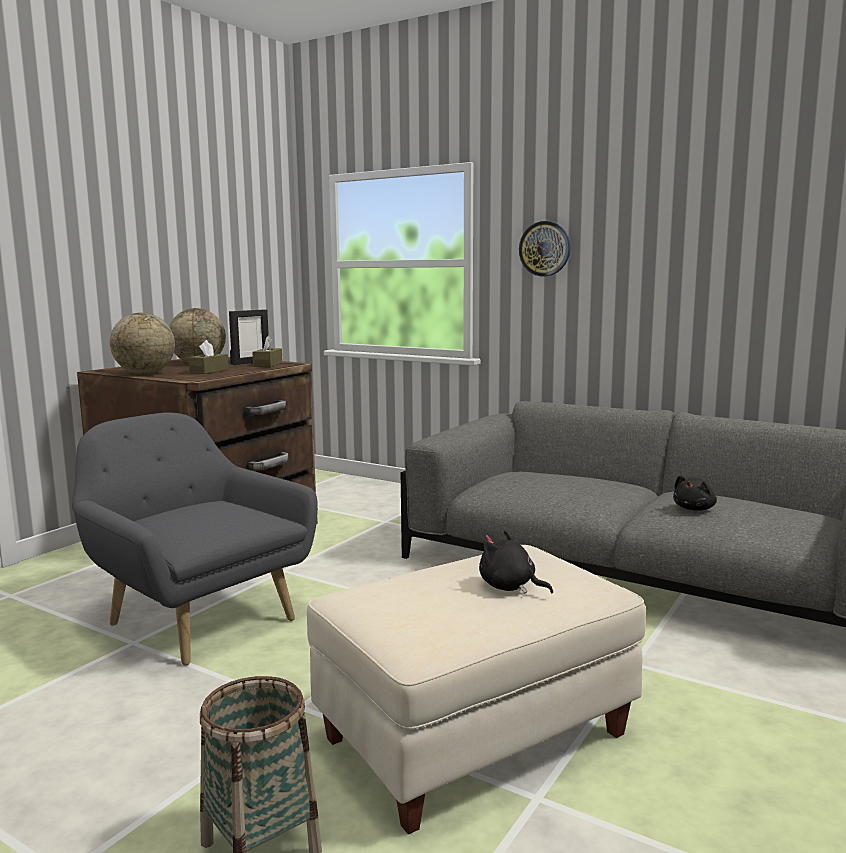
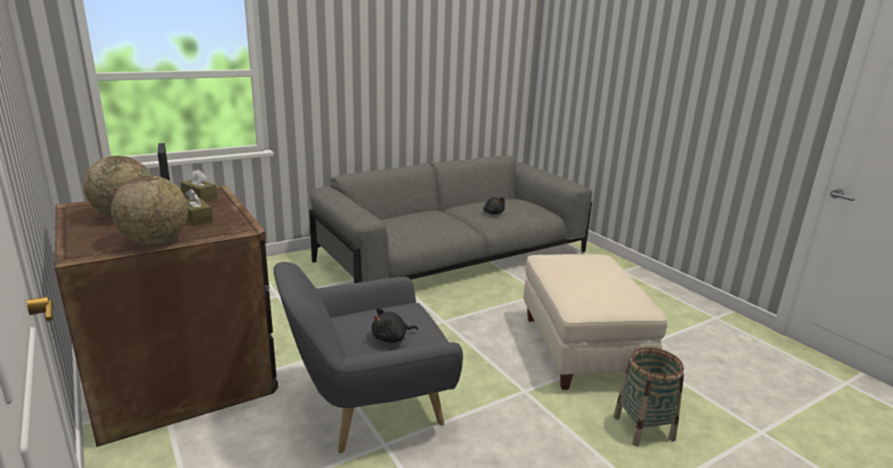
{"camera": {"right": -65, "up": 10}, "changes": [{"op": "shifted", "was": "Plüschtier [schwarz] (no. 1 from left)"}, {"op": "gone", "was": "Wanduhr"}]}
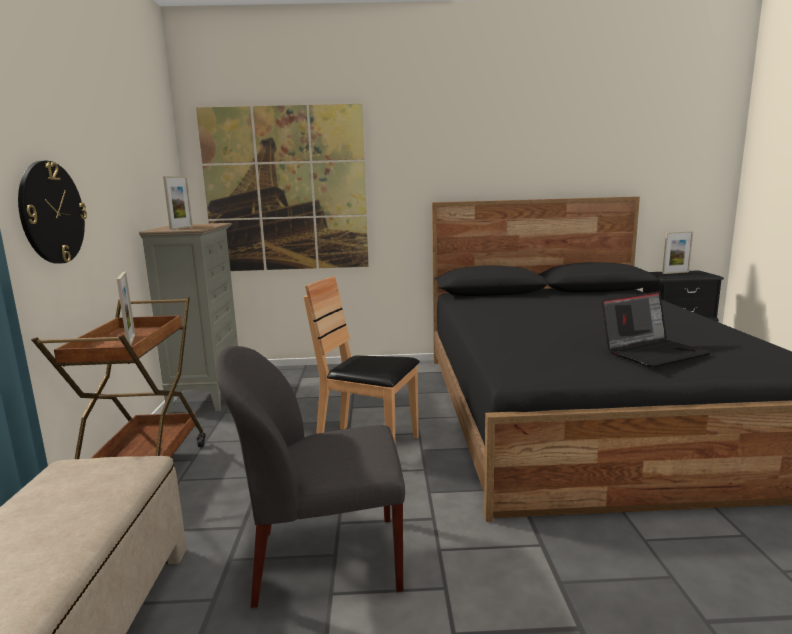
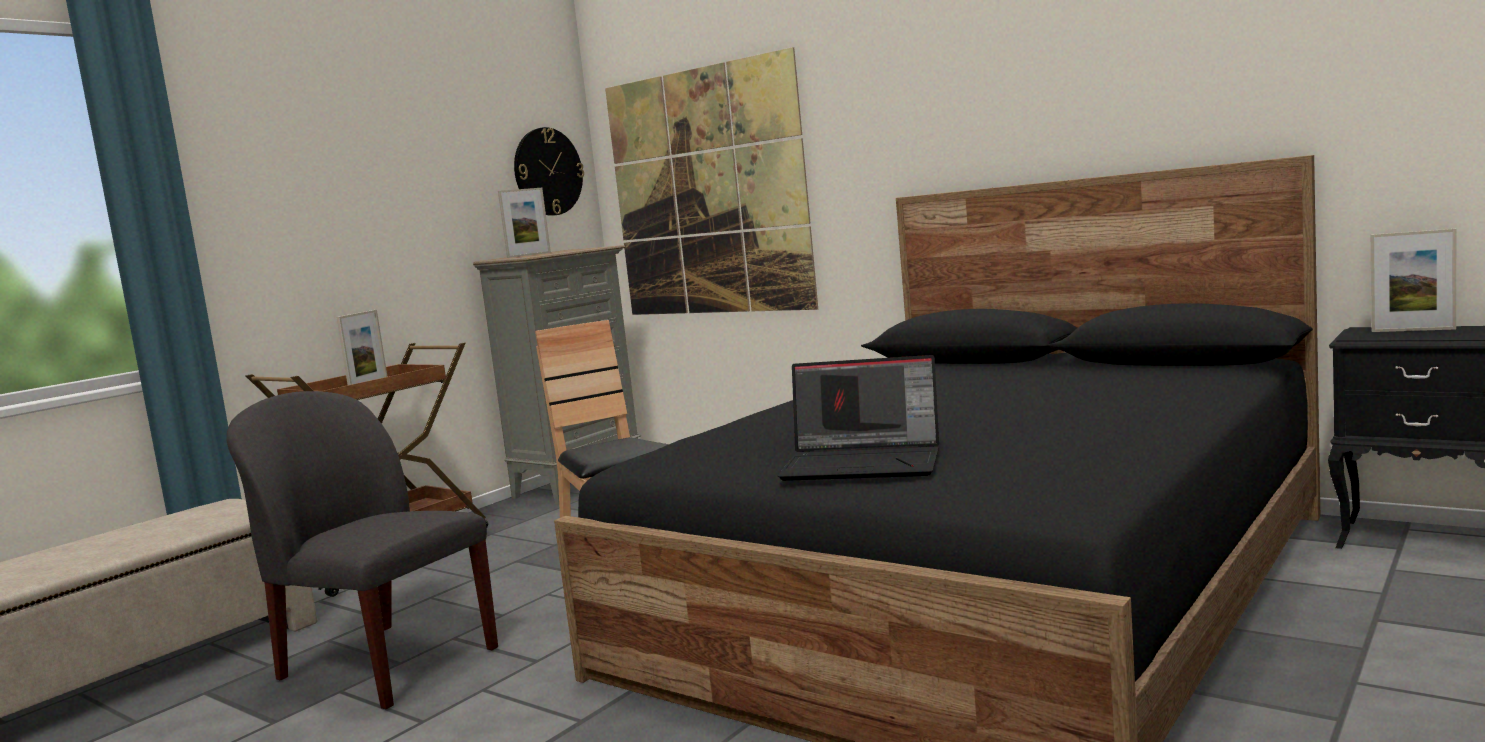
{"camera": {"right": 40, "up": -5}, "changes": [{"op": "shifted", "was": "Wanduhr"}]}
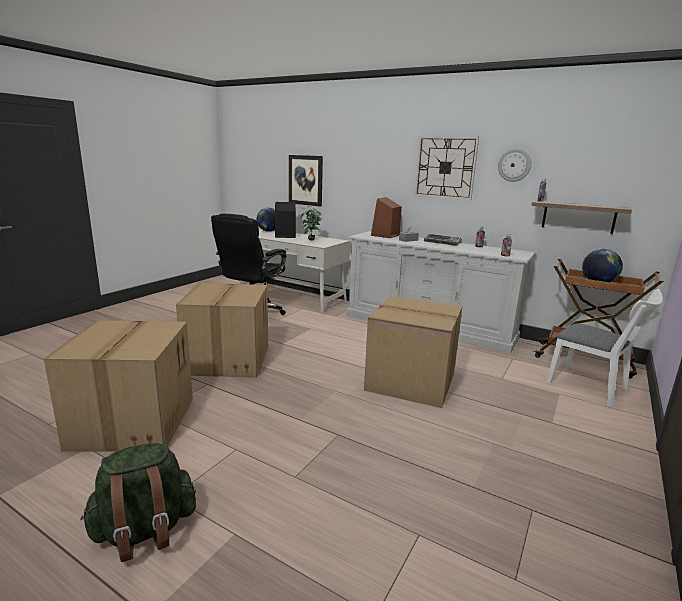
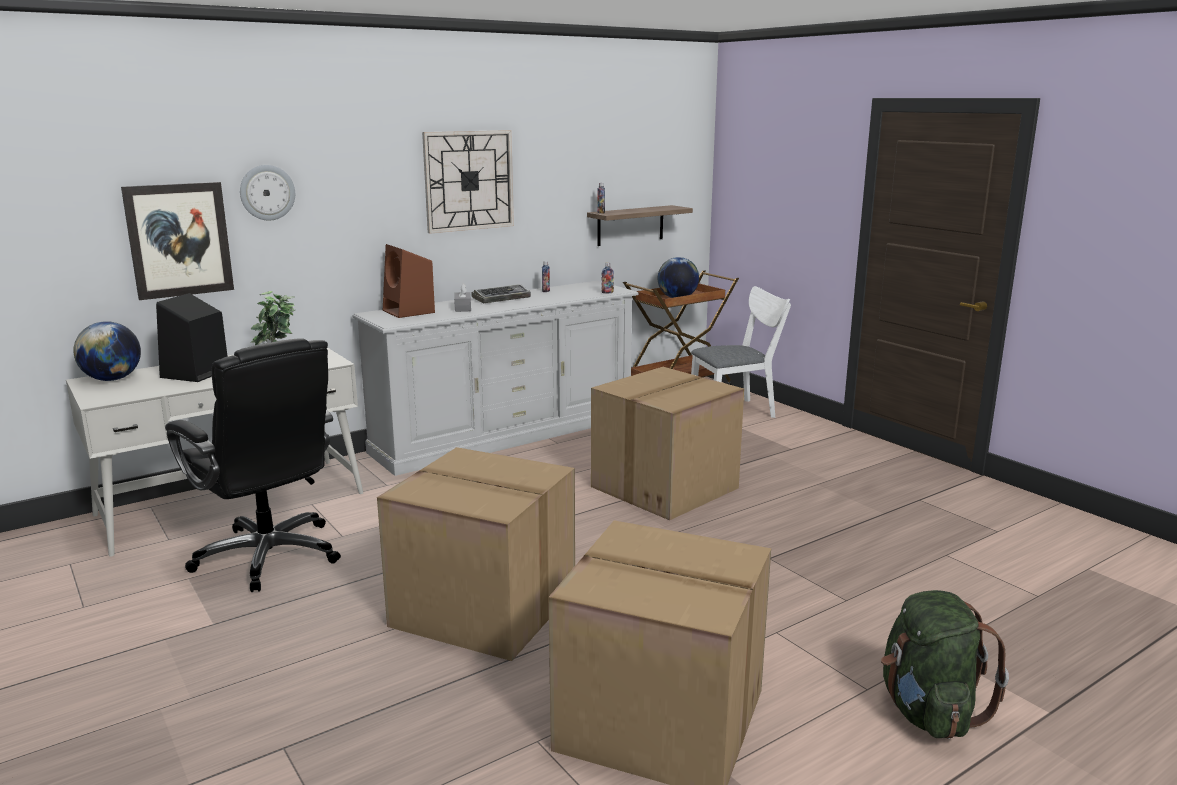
{"camera": {"right": -65, "up": 0}, "changes": [{"op": "shifted", "was": "Wanduhr (no. 2 from left in the first image)", "now": "Wanduhr (no. 1 from left)"}]}
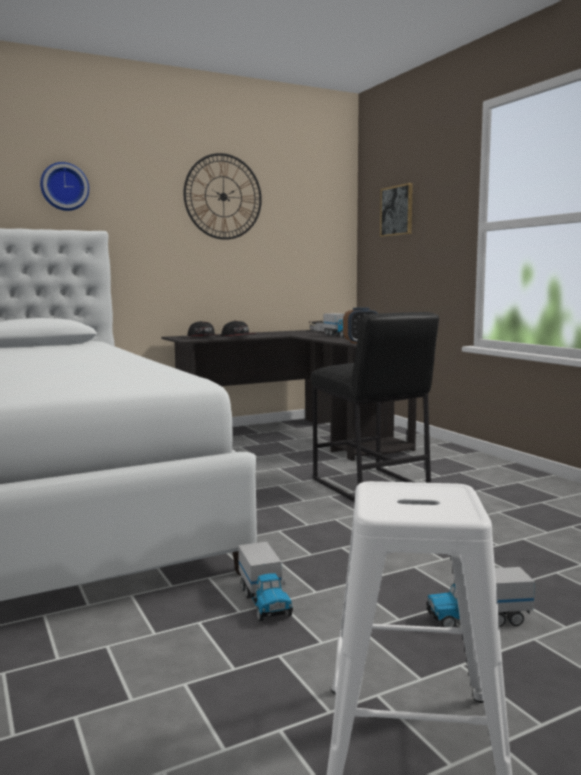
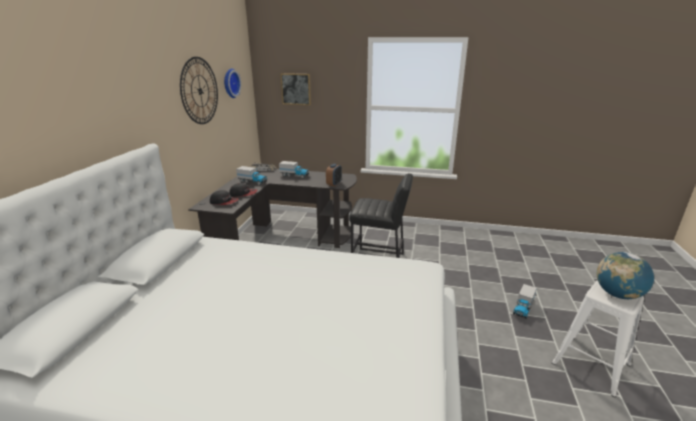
{"camera": {"right": -50, "up": 15}, "changes": [{"op": "shifted", "was": "Wanduhr (no. 1 from left in the first image)", "now": "Wanduhr (no. 2 from left)"}, {"op": "shifted", "was": "Spielzeuglaster (no. 1 from left)"}, {"op": "new", "now": "Globus"}]}
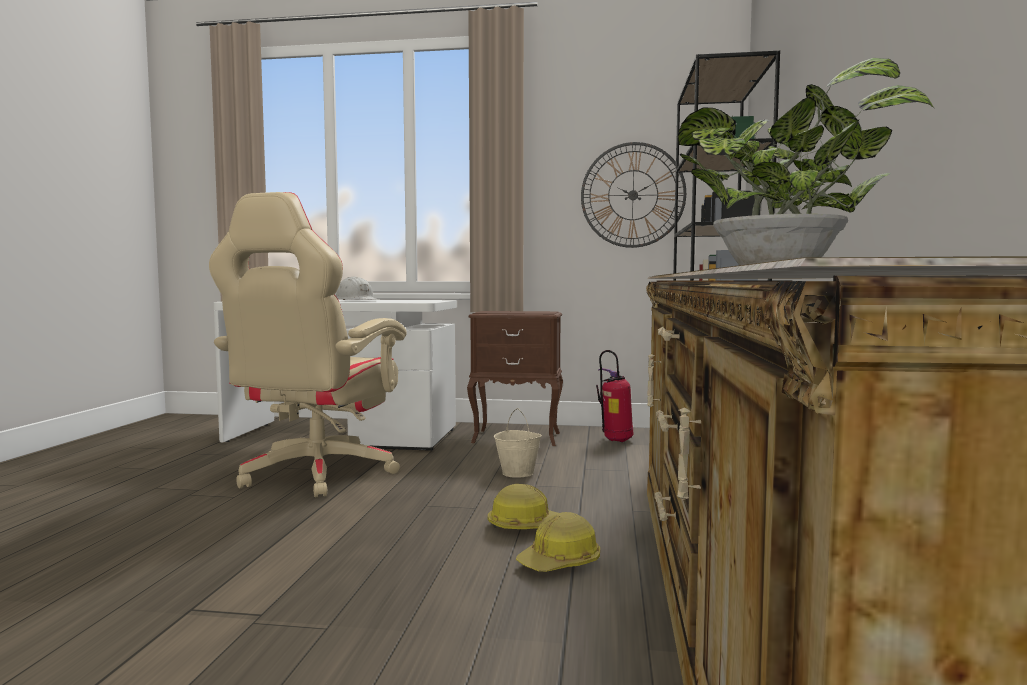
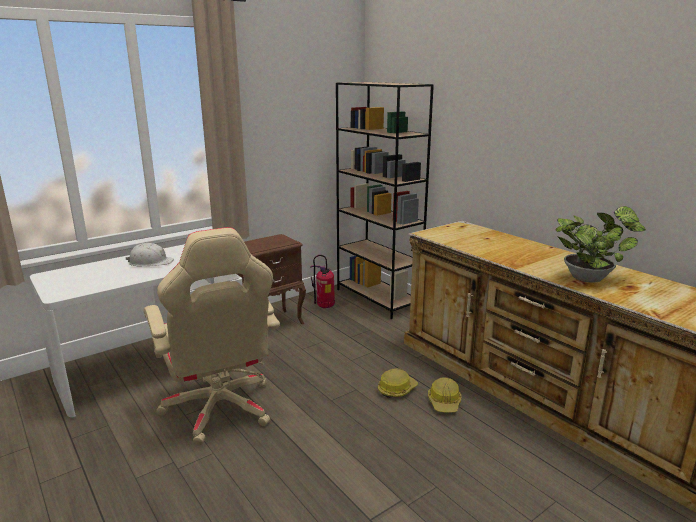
{"camera": {"right": -45, "up": 15}, "changes": [{"op": "gone", "was": "Eimer [beige]"}, {"op": "gone", "was": "Wanduhr"}]}
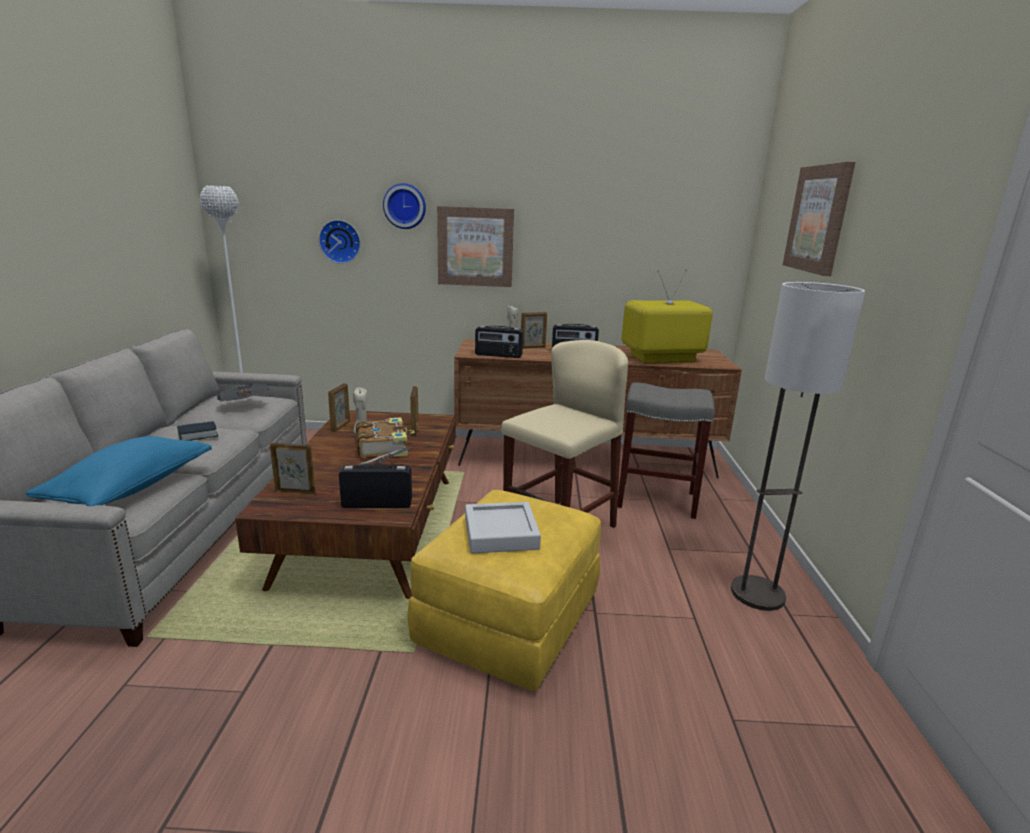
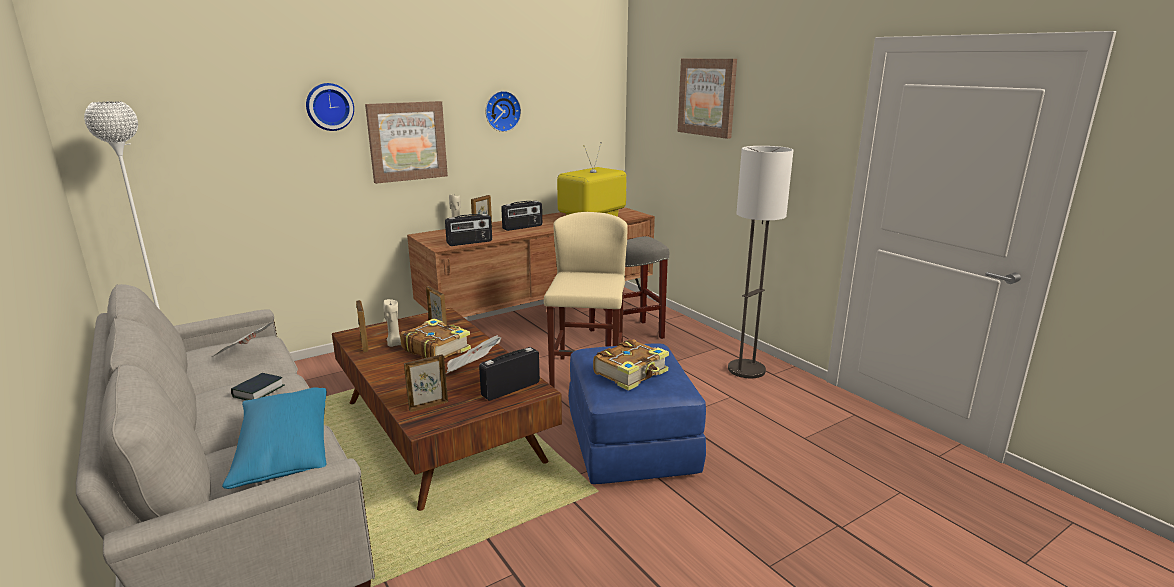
{"camera": {"right": -35, "up": 0}, "changes": [{"op": "shifted", "was": "Wanduhr (no. 1 from left in the first image)", "now": "Wanduhr (no. 2 from left)"}, {"op": "repainted", "was": "Polsterhocker [gelb]", "now": "Polsterhocker [blau]"}, {"op": "swapped", "was": "Tablett [grau]", "now": "Buch (no. 3 from left)"}]}
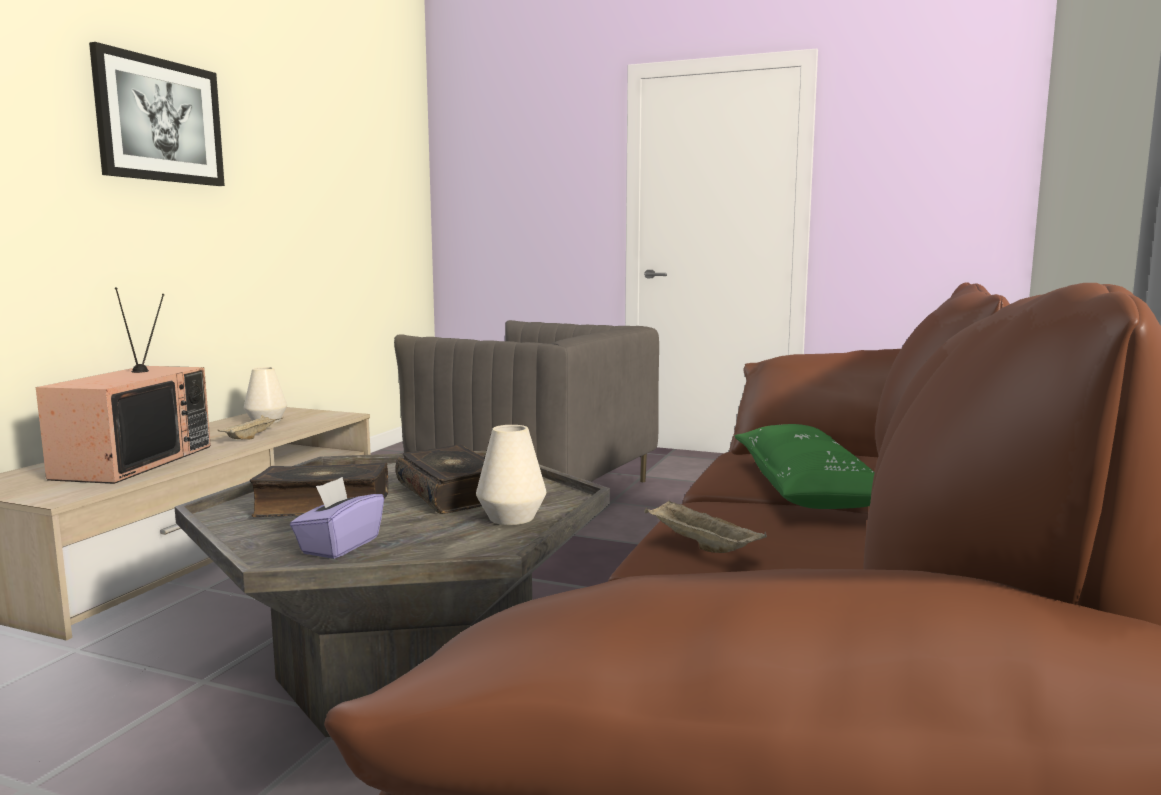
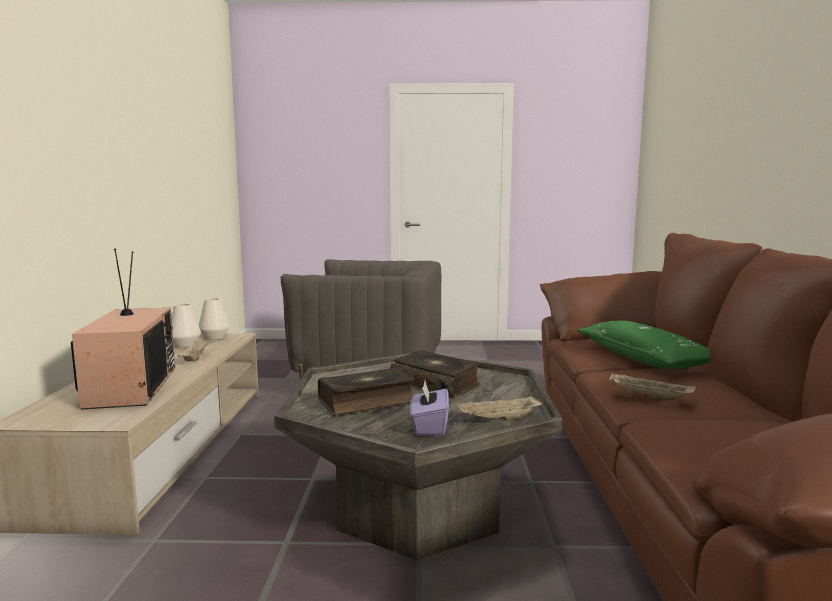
{"camera": {"right": -20, "up": 0}, "changes": [{"op": "shifted", "was": "Vase [weiß] (no. 2 from left)"}, {"op": "new", "now": "Tablett [beige] (no. 2 from left)"}, {"op": "gone", "was": "Bild"}]}
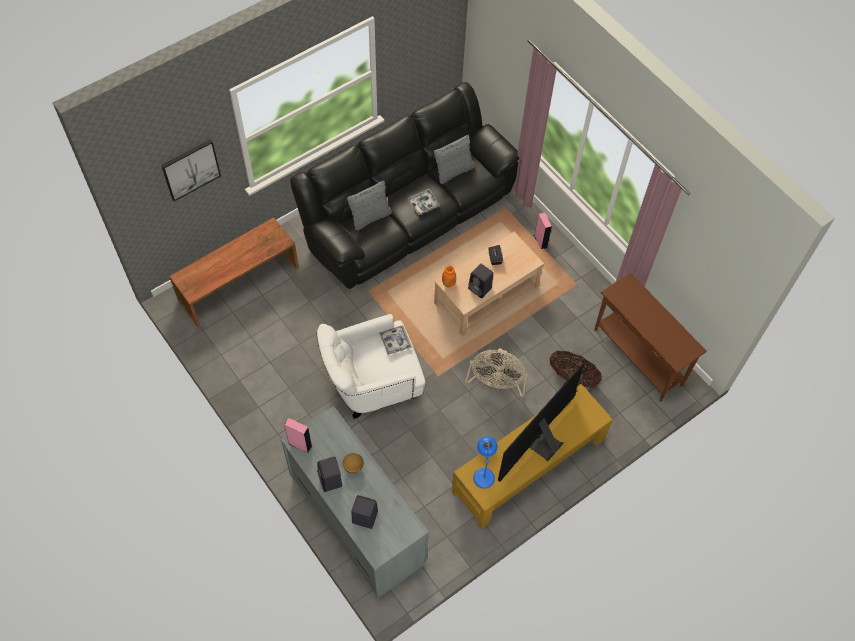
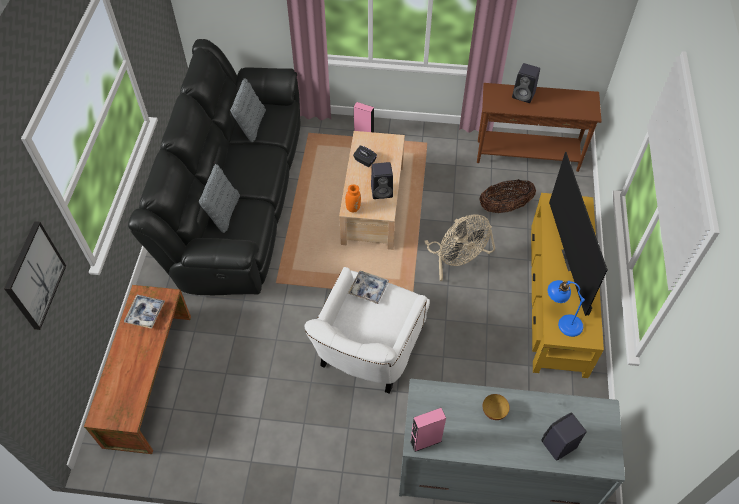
{"camera": {"right": -45, "up": -5}, "changes": [{"op": "shifted", "was": "Tablett (no. 2 from left in the first image)", "now": "Tablett (no. 1 from left)"}, {"op": "shifted", "was": "Lautsprecher [schwarz] (no. 1 from left in the first image)", "now": "Lautsprecher [schwarz] (no. 2 from left)"}]}
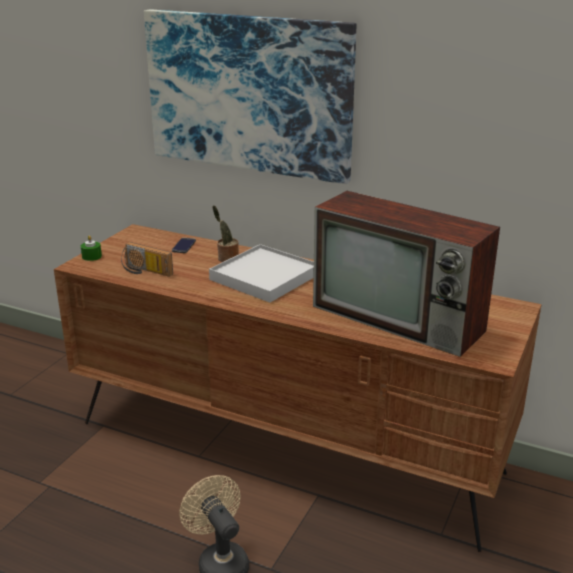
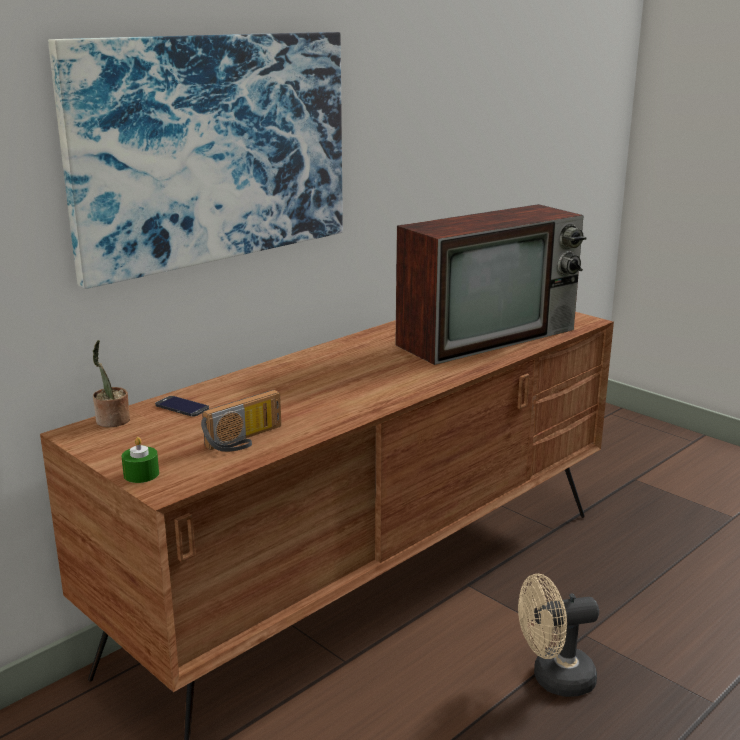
{"camera": {"right": -70, "up": -5}, "changes": [{"op": "shifted", "was": "Topfpflanze"}, {"op": "gone", "was": "Tablett [weiß]"}]}
